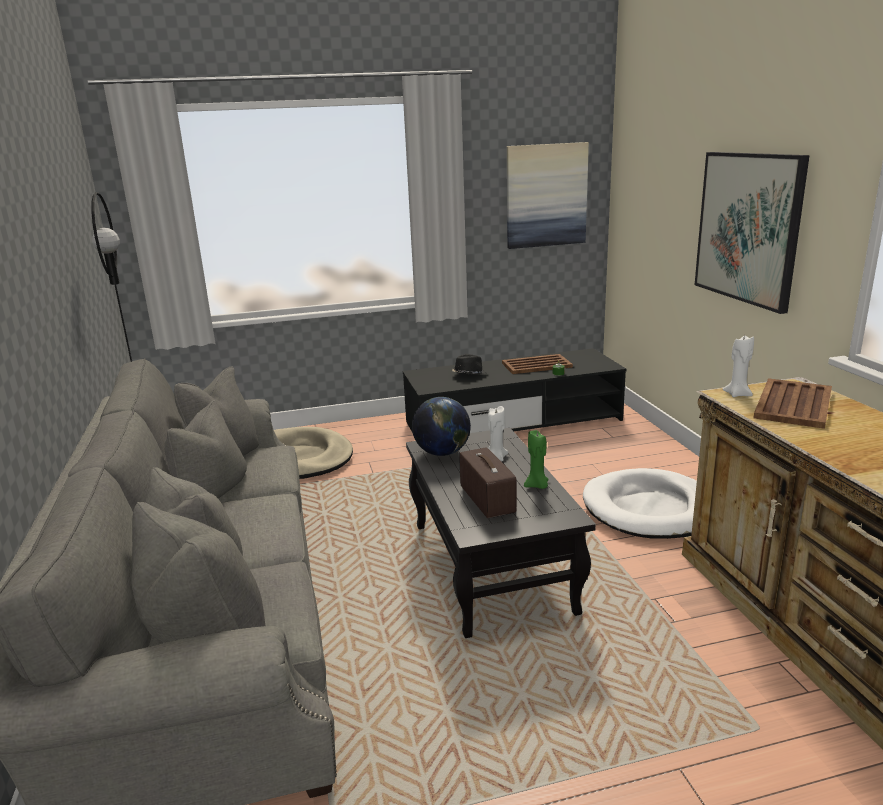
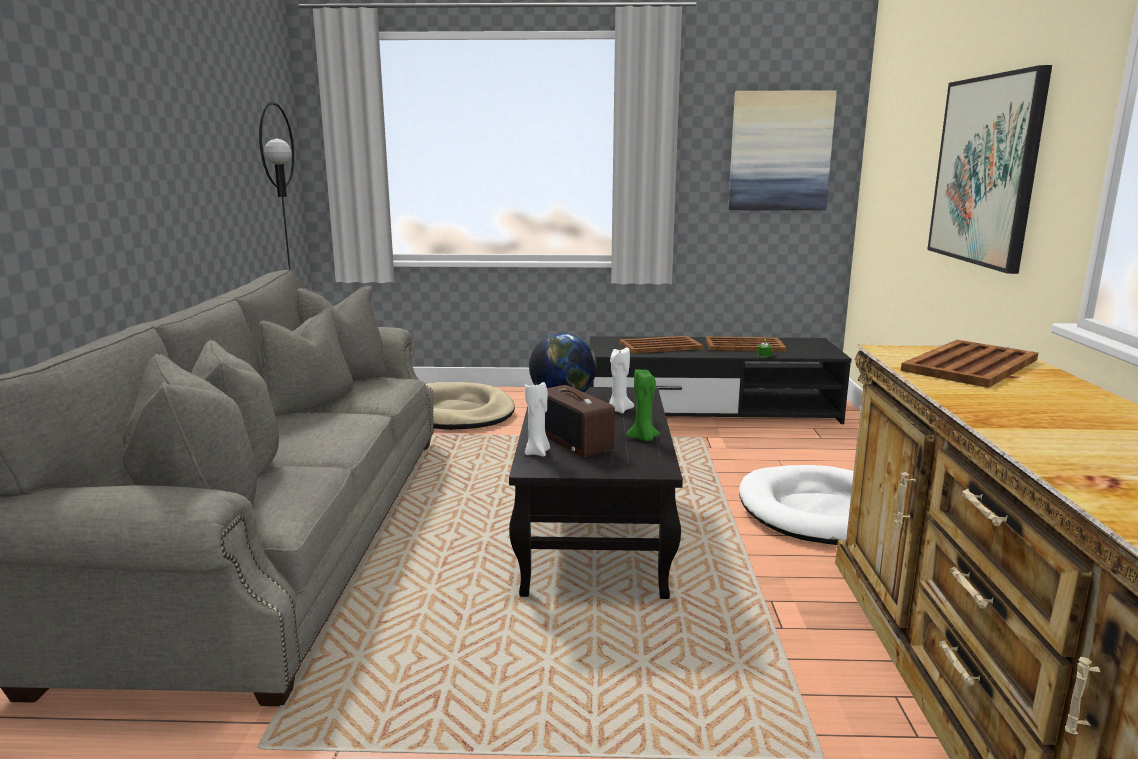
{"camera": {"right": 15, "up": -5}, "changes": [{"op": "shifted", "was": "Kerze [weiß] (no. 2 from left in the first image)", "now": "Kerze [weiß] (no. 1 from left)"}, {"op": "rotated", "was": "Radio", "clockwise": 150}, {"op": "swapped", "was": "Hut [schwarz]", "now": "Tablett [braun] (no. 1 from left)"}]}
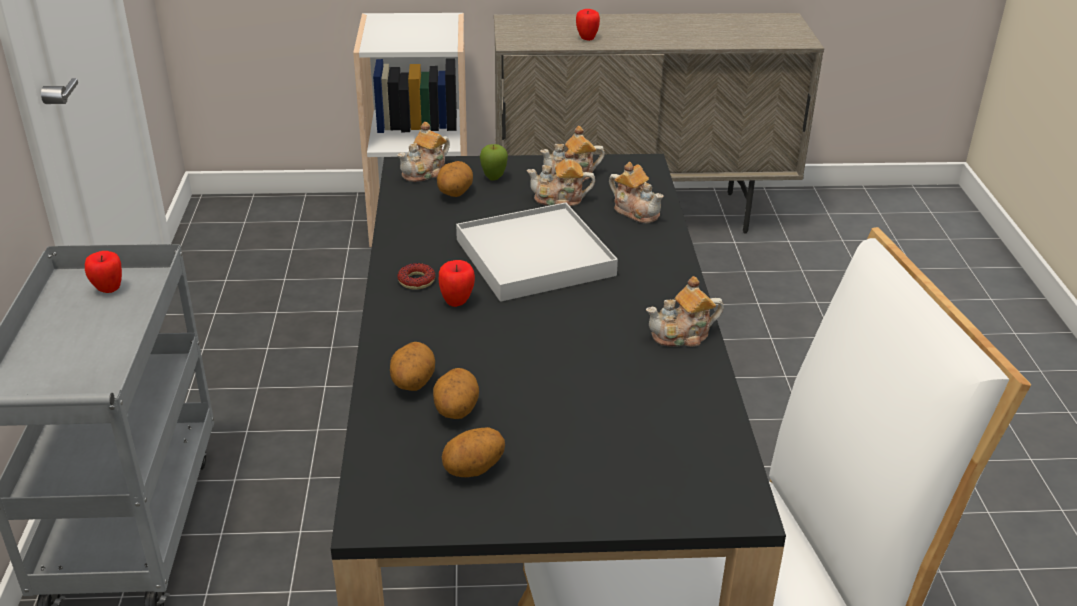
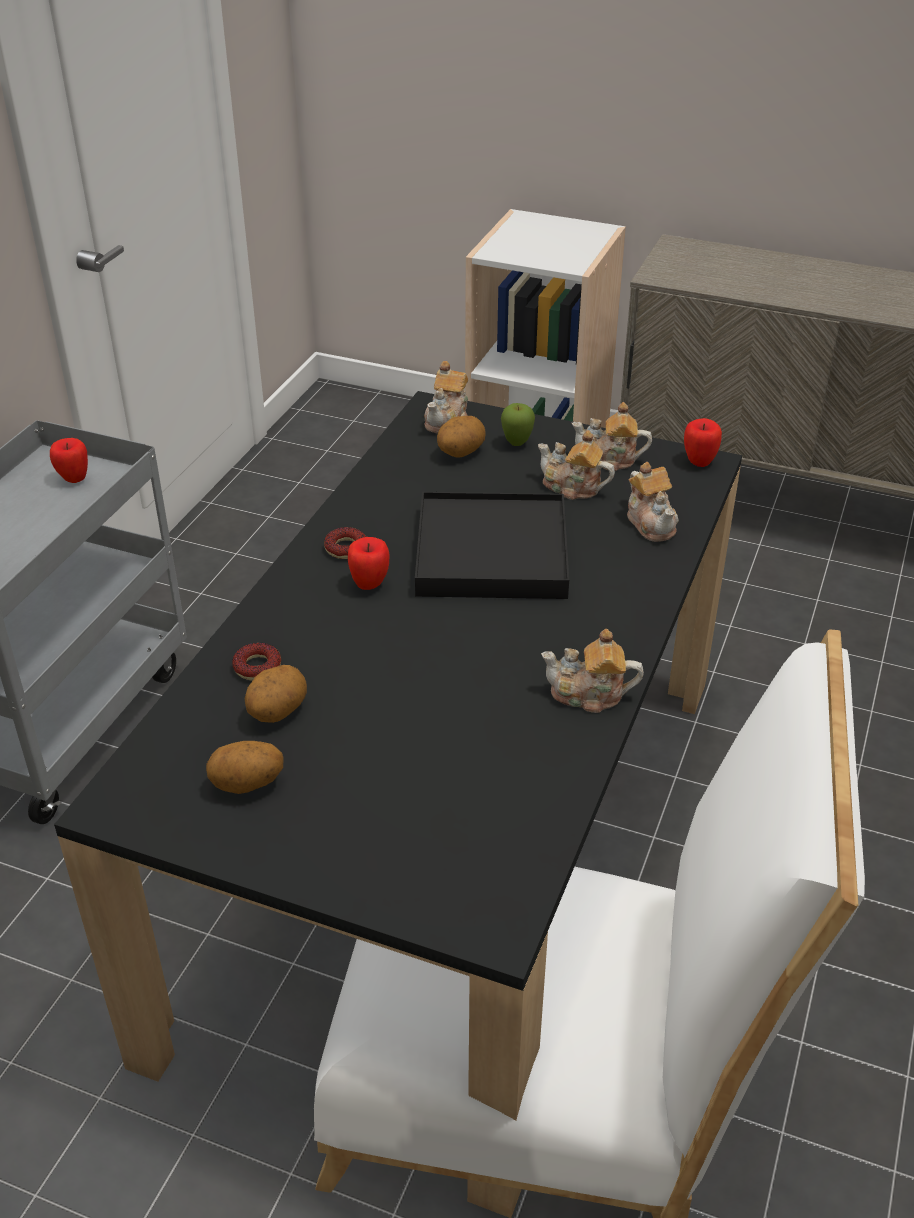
{"camera": {"right": 25, "up": 5}, "changes": [{"op": "swapped", "was": "Kartoffel (no. 1 from left)", "now": "Donut (no. 1 from left)"}, {"op": "repainted", "was": "Tablett [weiß]", "now": "Tablett [schwarz]"}, {"op": "rotated", "was": "Teekanne (no. 1 from left)", "clockwise": -45}, {"op": "shifted", "was": "Apfel (no. 4 from left)"}]}
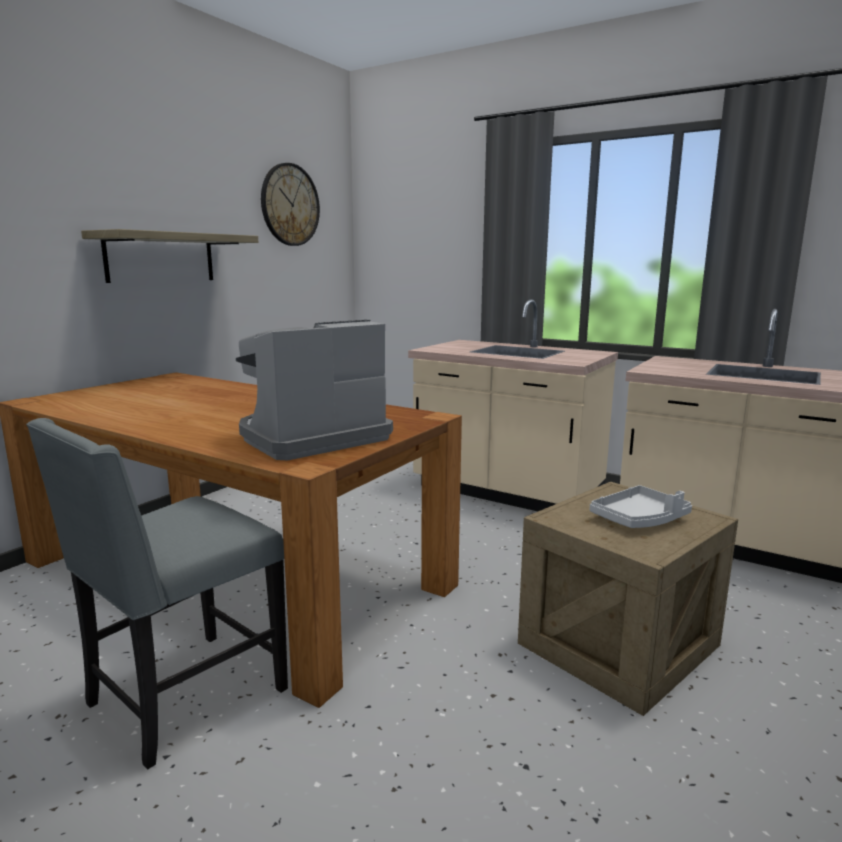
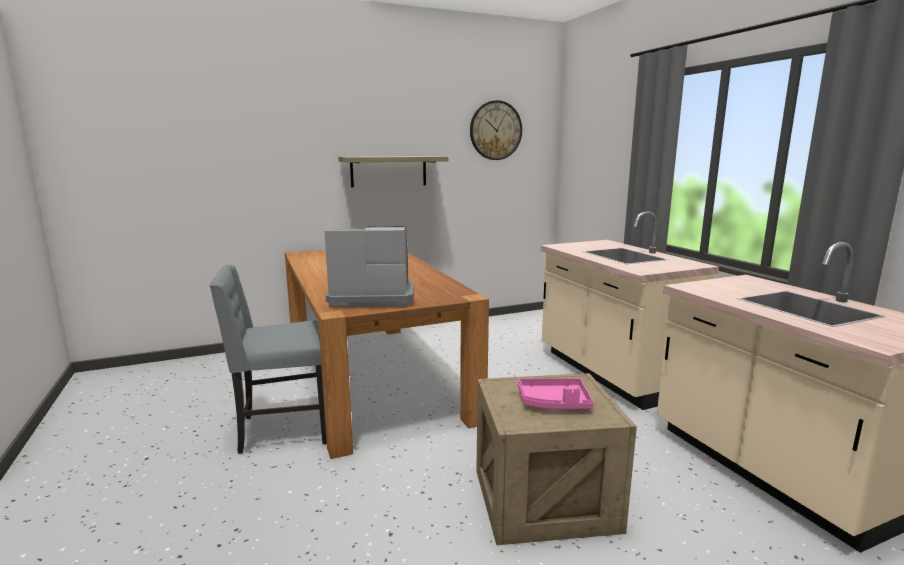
{"camera": {"right": 35, "up": 0}, "changes": [{"op": "repainted", "was": "Tablett [grau]", "now": "Tablett [rosa]"}]}
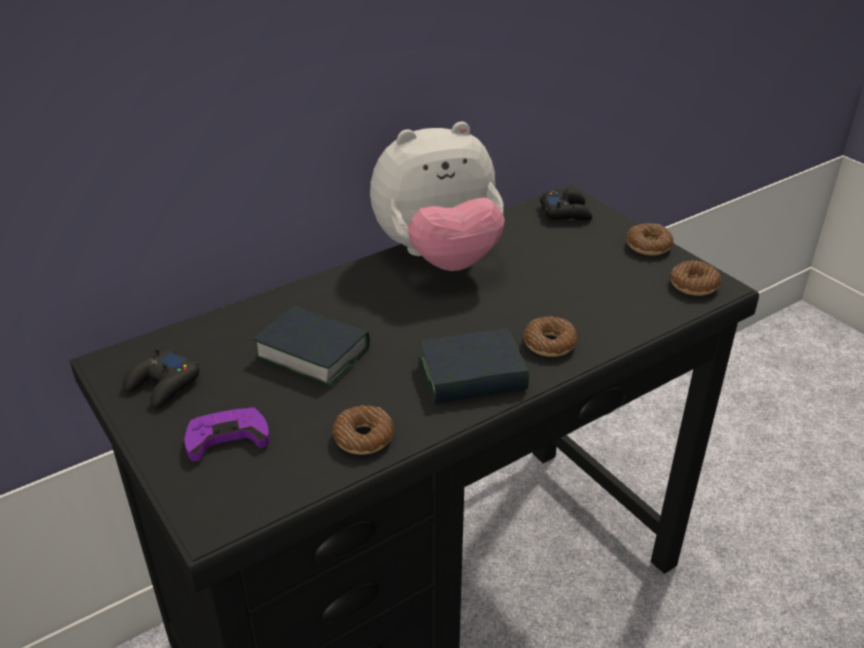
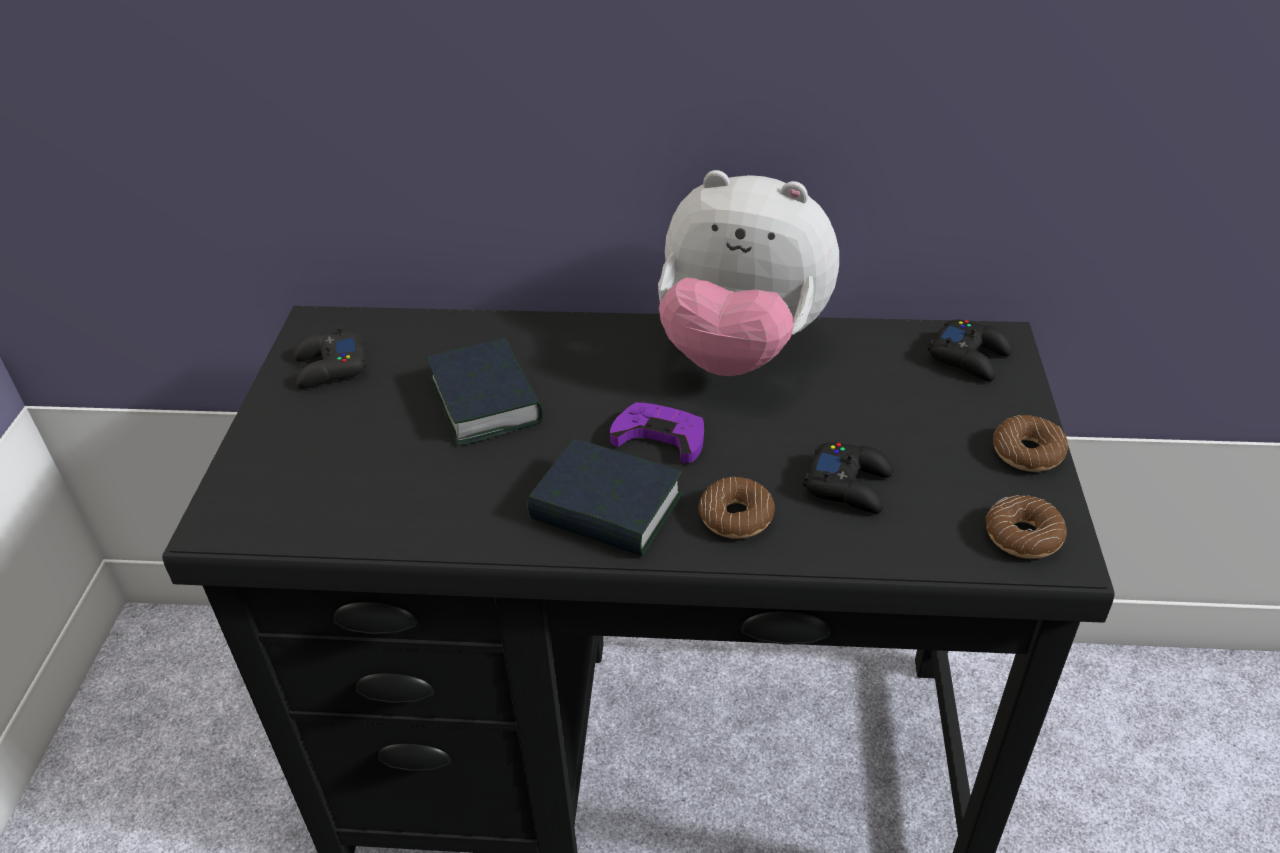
{"camera": {"right": 40, "up": 5}, "changes": [{"op": "shifted", "was": "Gamepad [lila]"}, {"op": "new", "now": "Gamepad [schwarz] (no. 2 from left)"}, {"op": "gone", "was": "Donut (no. 1 from left)"}]}
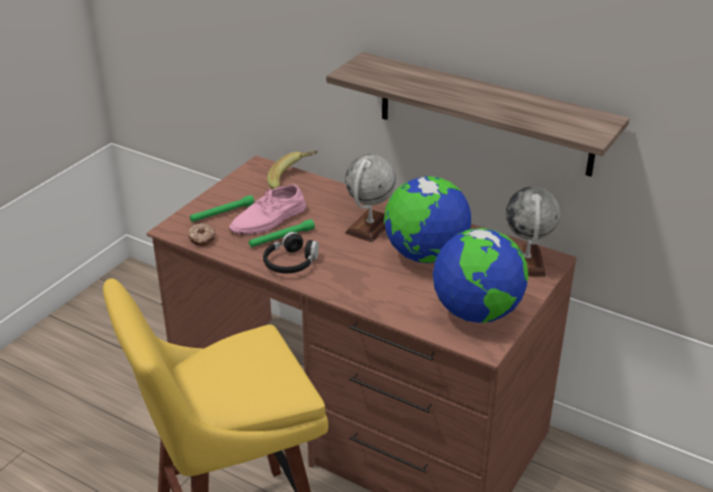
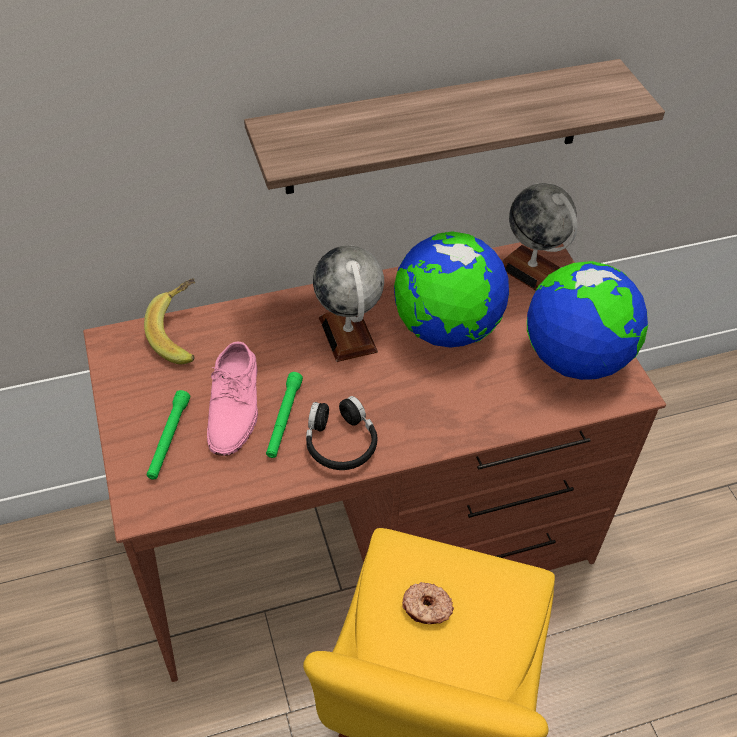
{"camera": {"right": -50, "up": 15}, "changes": [{"op": "shifted", "was": "Donut"}]}
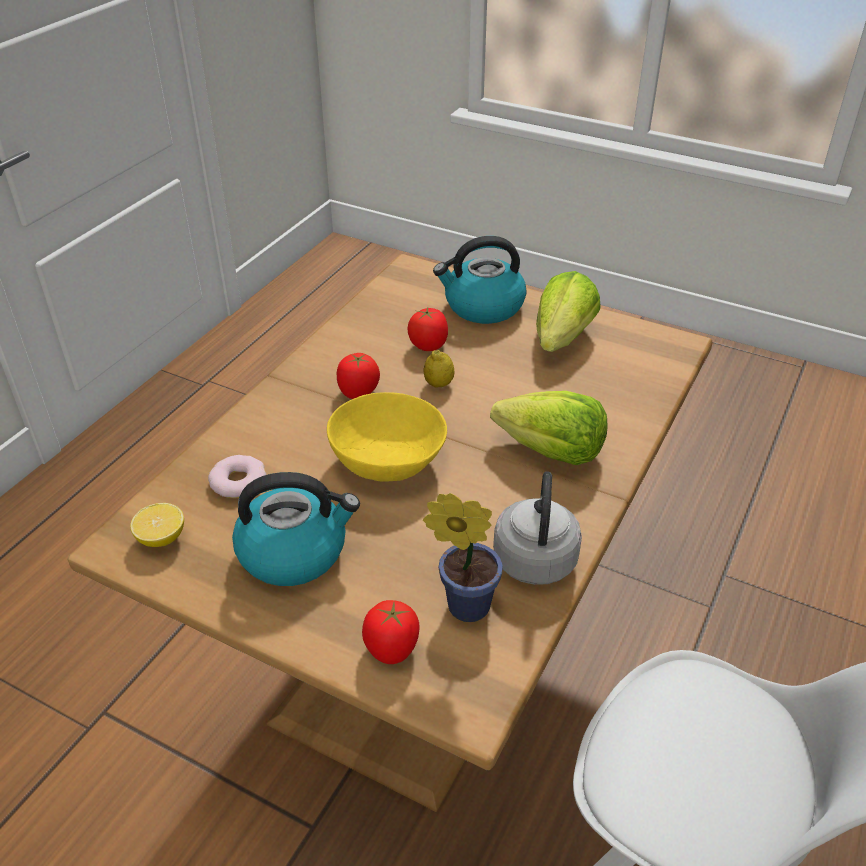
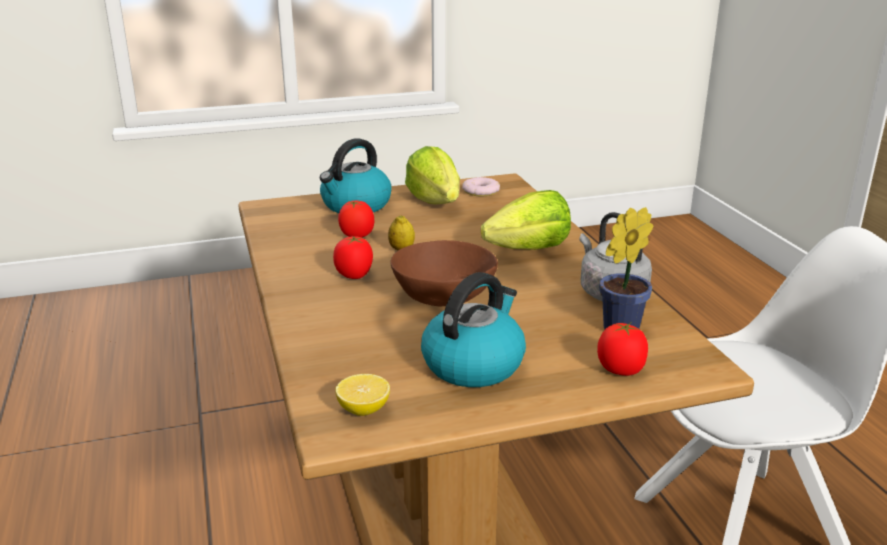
{"camera": {"right": -45, "up": -15}, "changes": [{"op": "repainted", "was": "Schüssel [gelb]", "now": "Schüssel [braun]"}, {"op": "shifted", "was": "Donut"}]}
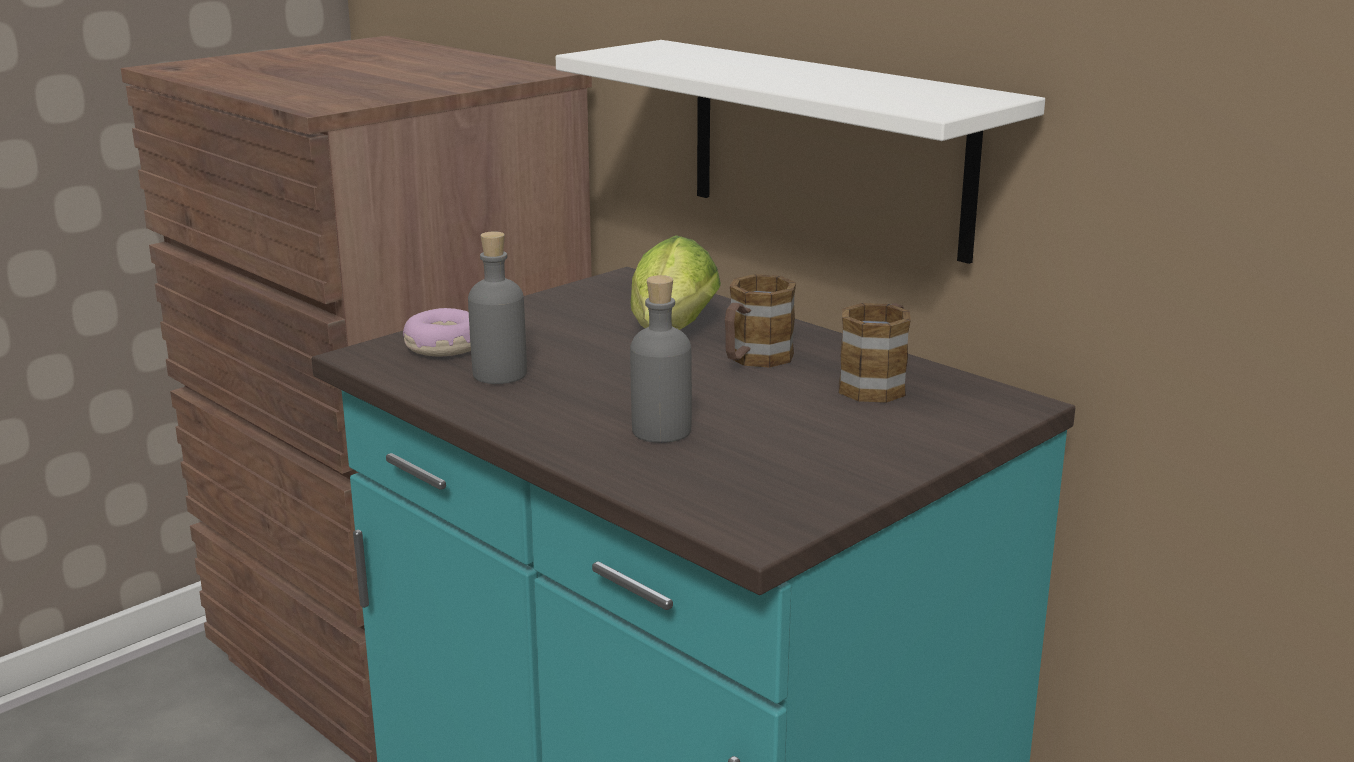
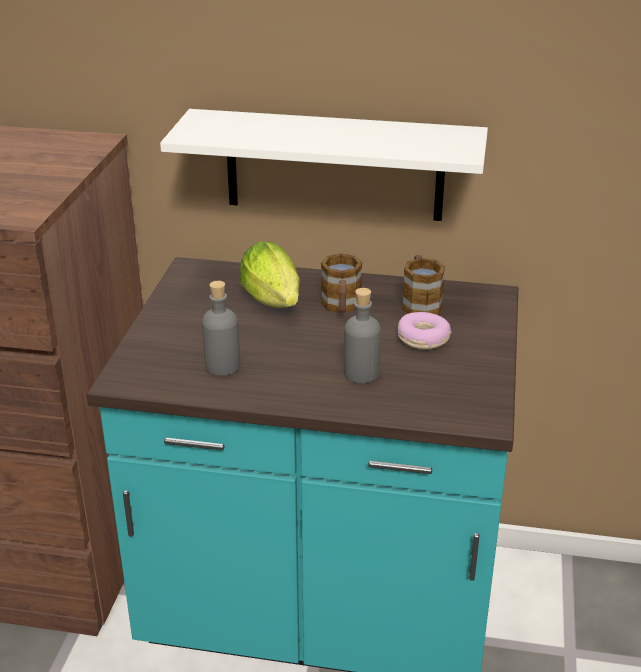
{"camera": {"right": -35, "up": 10}, "changes": [{"op": "shifted", "was": "Donut"}]}
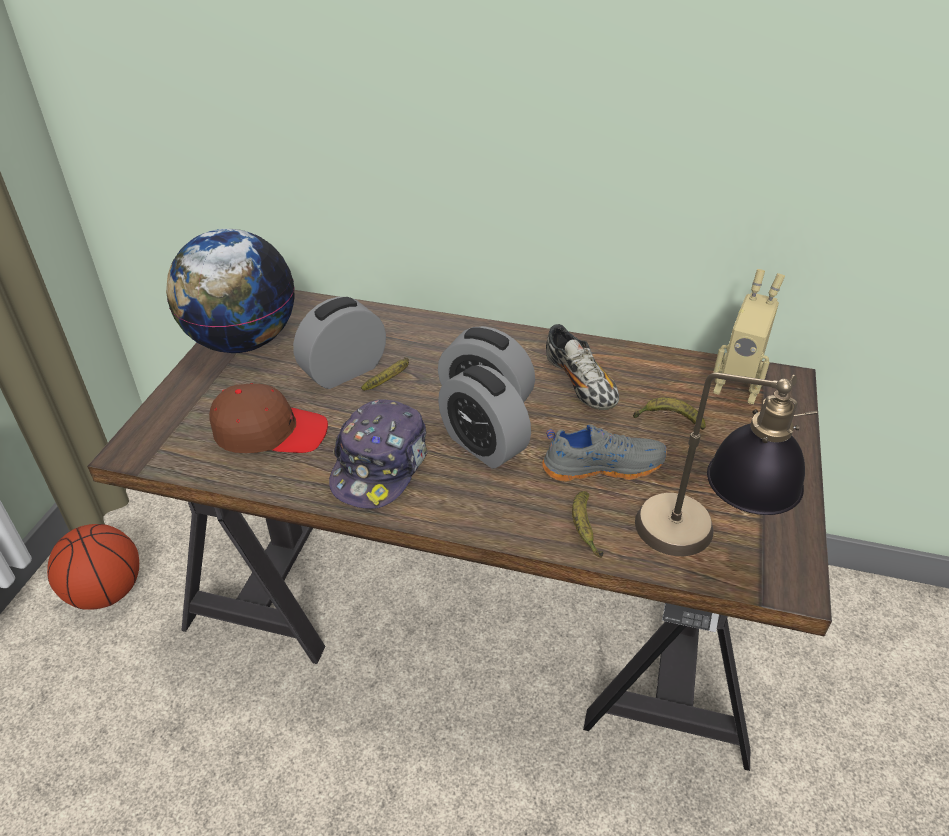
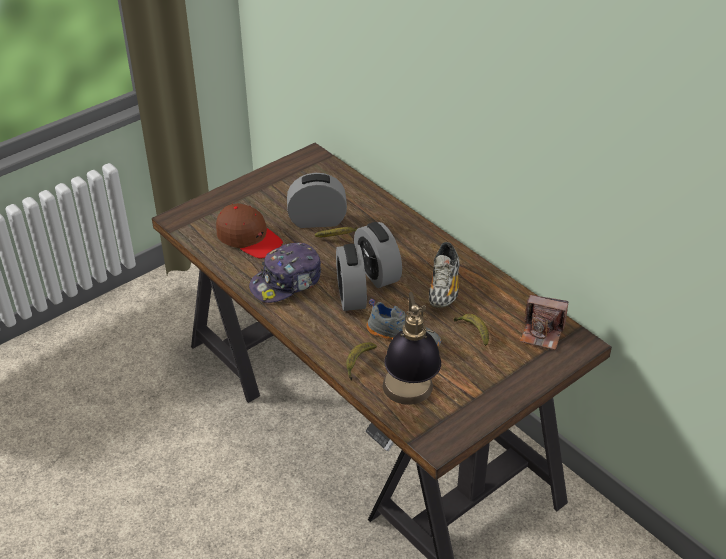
{"camera": {"right": 35, "up": 0}, "changes": [{"op": "swapped", "was": "Spielzeugroboter", "now": "Kamera"}, {"op": "gone", "was": "Basketball"}, {"op": "gone", "was": "Globus"}]}
